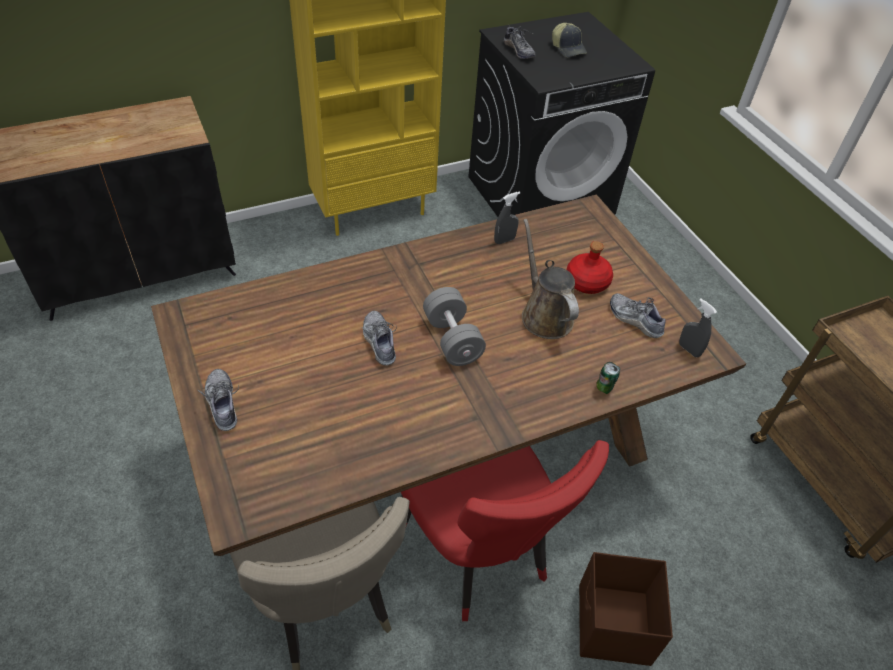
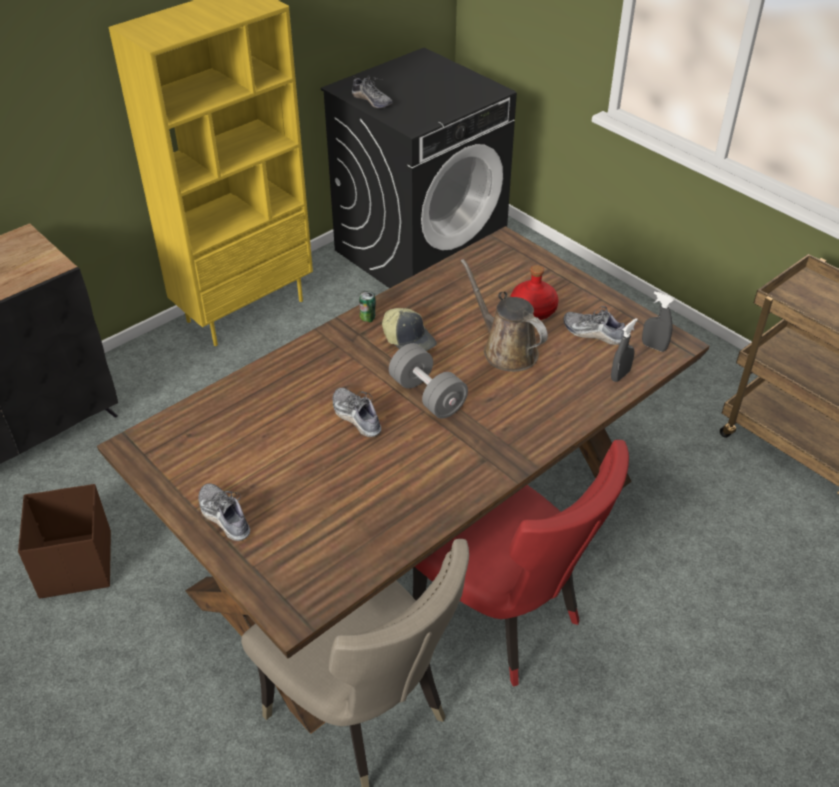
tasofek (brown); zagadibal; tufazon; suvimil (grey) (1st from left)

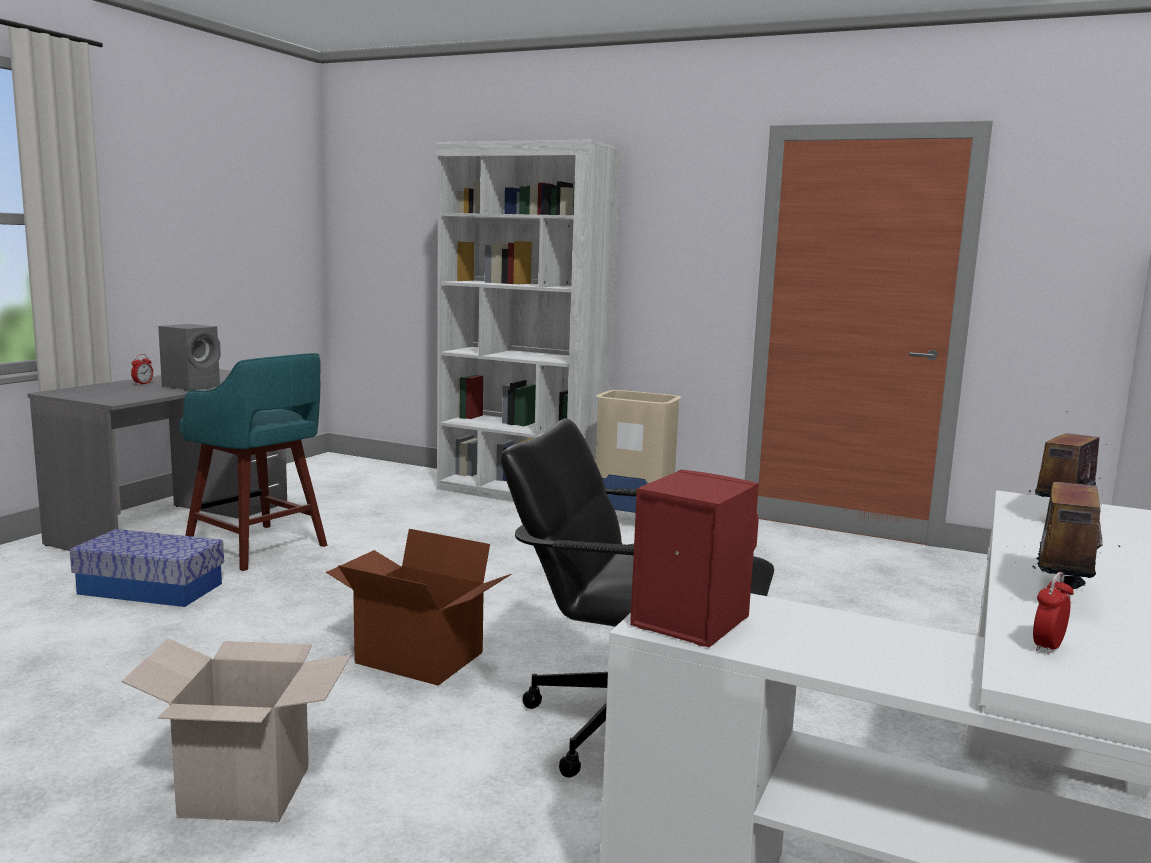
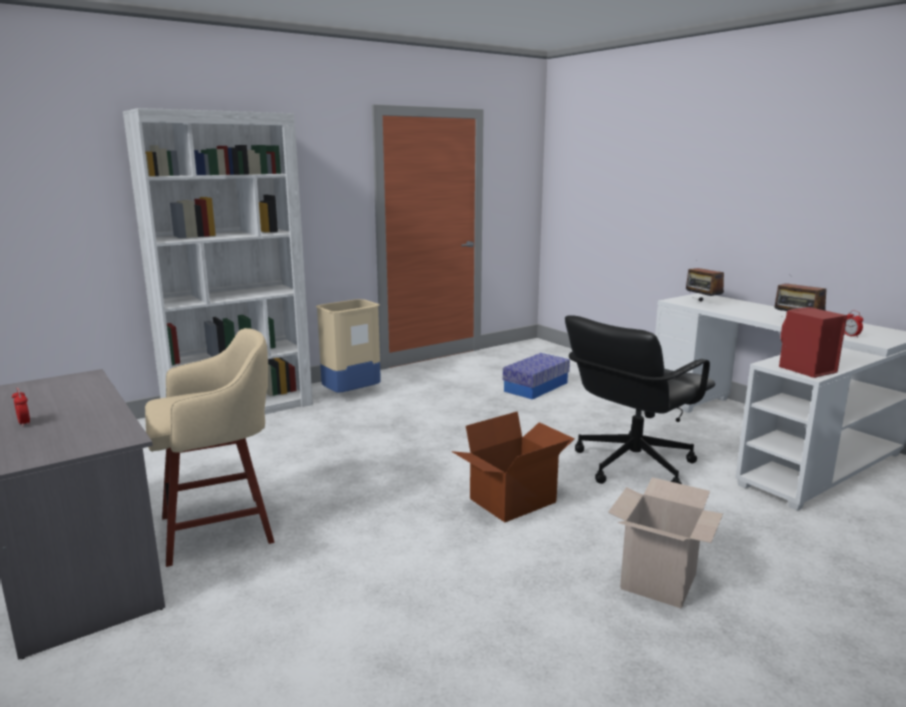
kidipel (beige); tasofek; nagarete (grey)

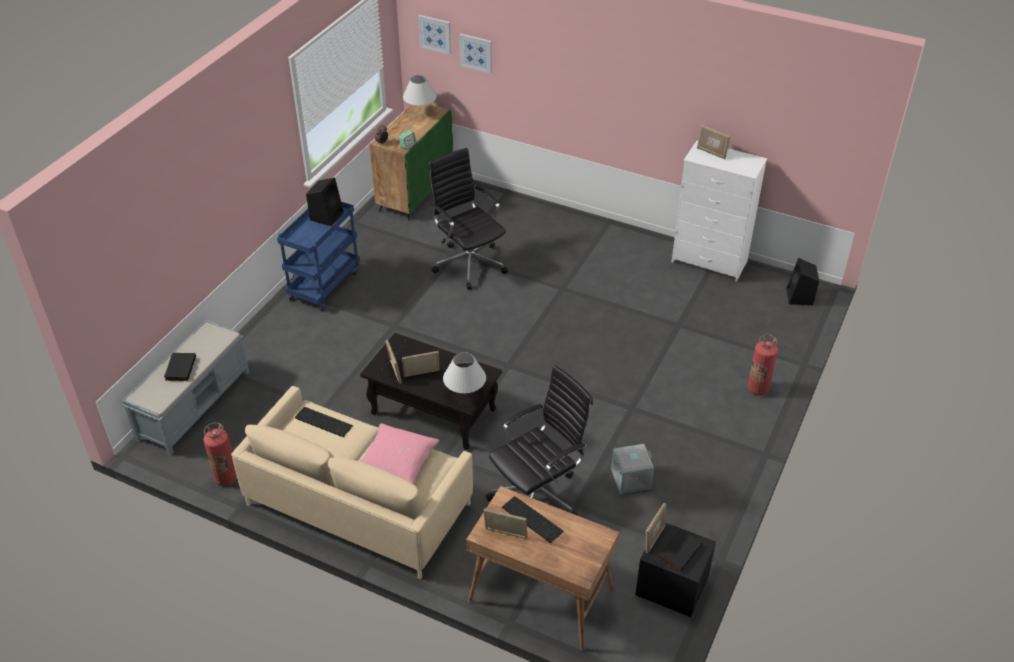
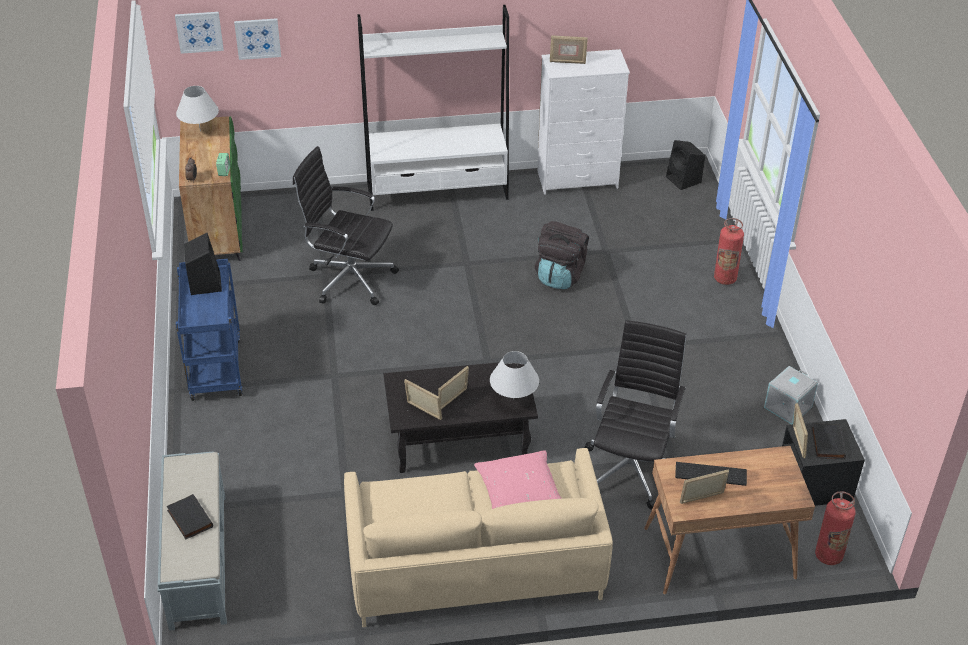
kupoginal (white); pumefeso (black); tasofek (grey); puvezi (2nd from left); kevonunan (1st from left in the first image)

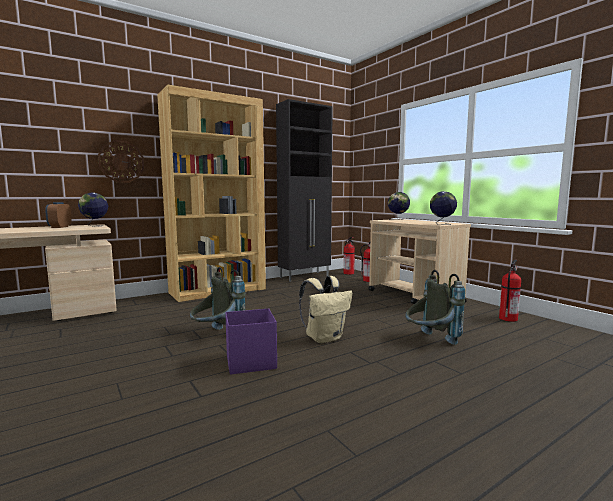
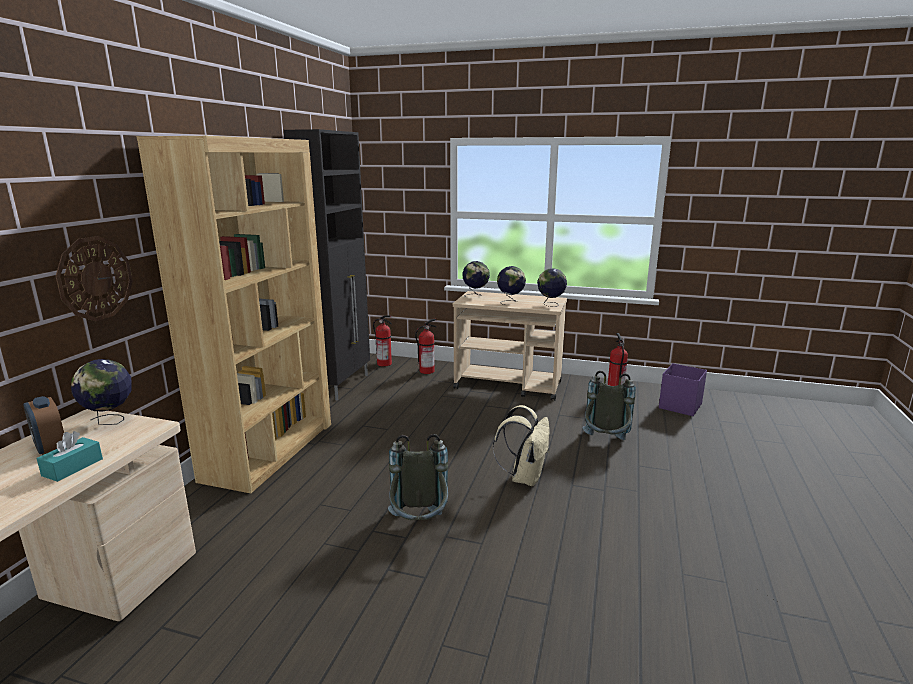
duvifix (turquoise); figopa (3rd from left); tasofek (purple)

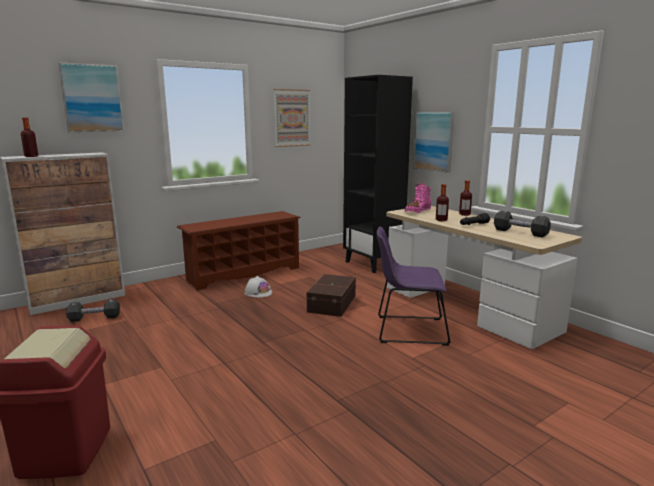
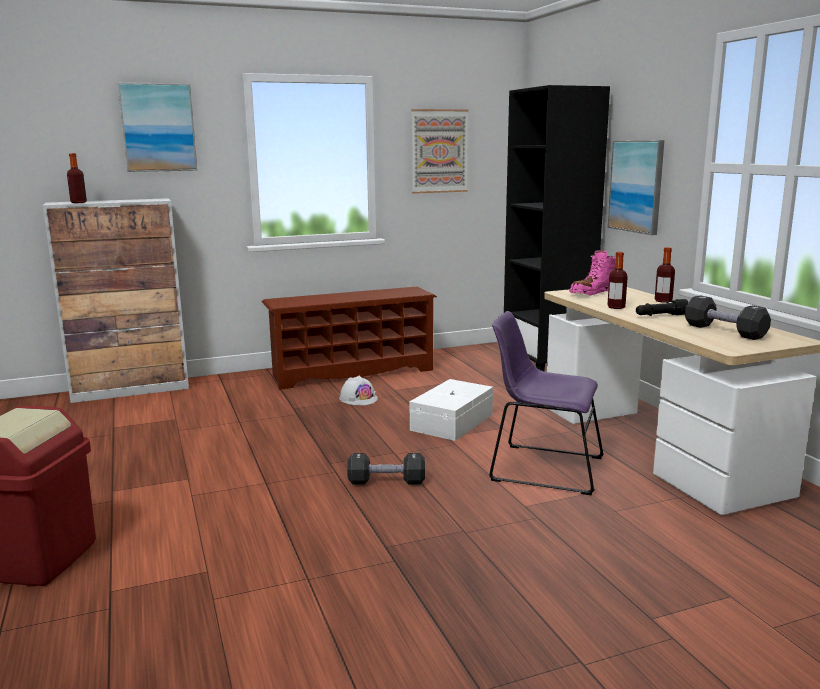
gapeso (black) (1st from left); tasofek (white)

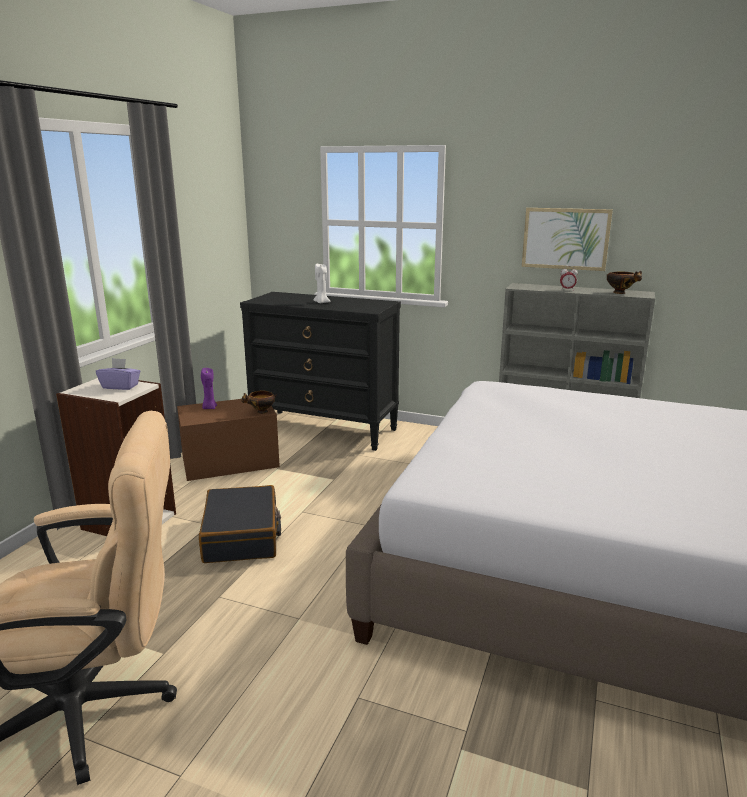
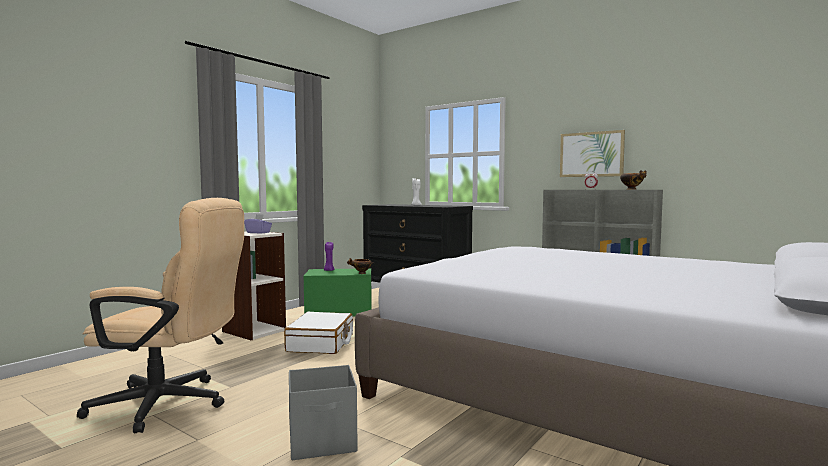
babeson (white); tasofek (grey); tasofek (green)

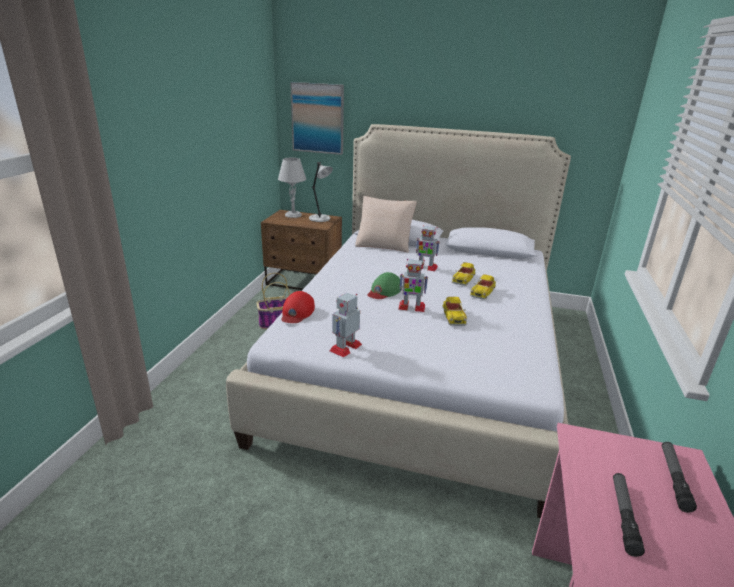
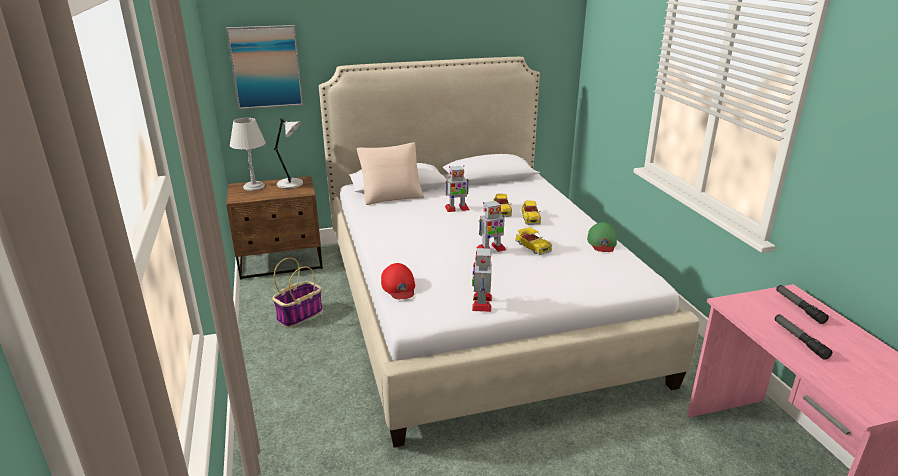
tufazon (green)

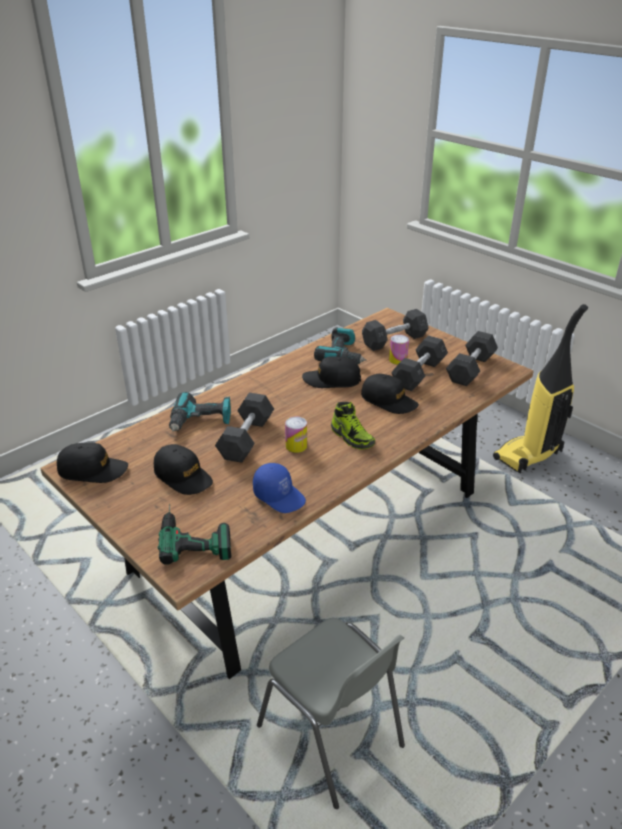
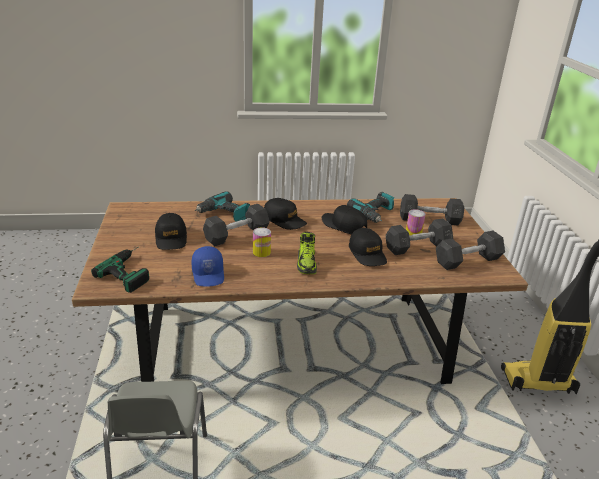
tufazon (black) (2nd from left)

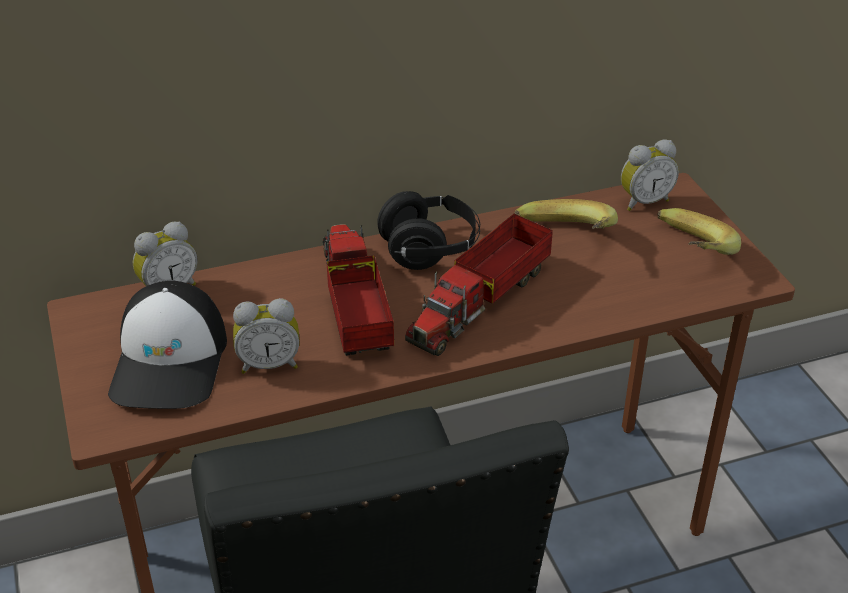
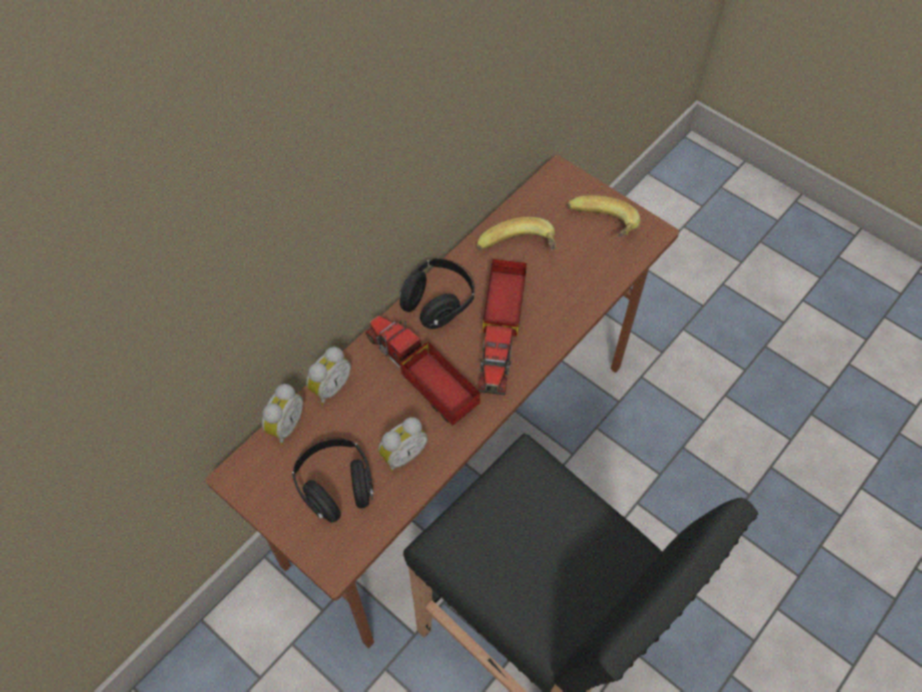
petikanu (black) (1st from left); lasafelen (2nd from left)

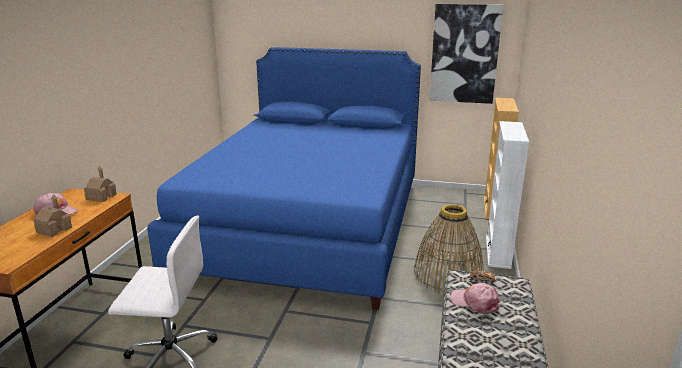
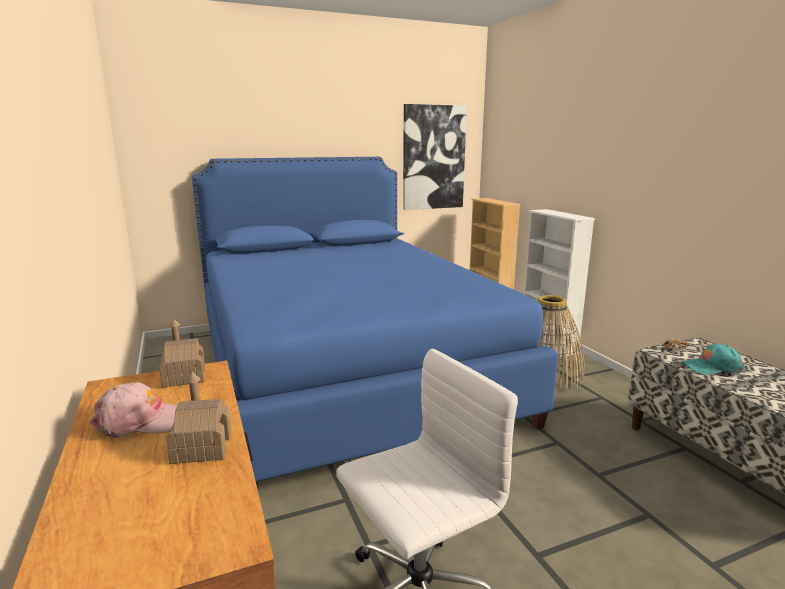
tufazon (turquoise)

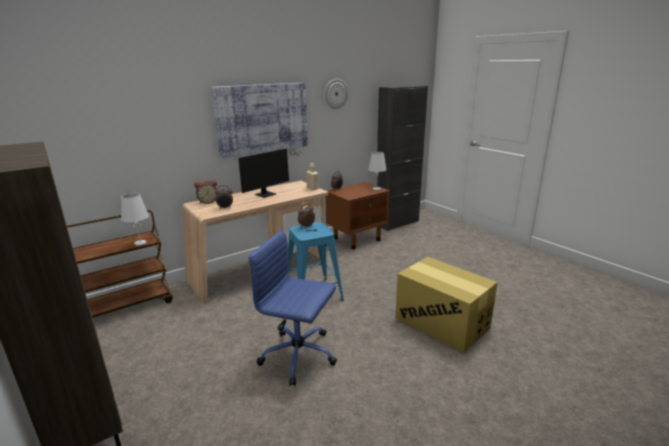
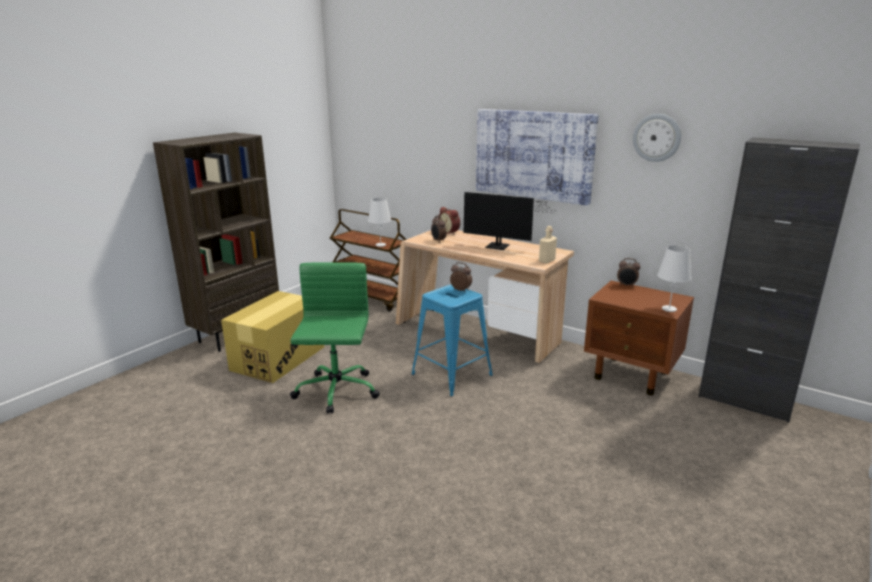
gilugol; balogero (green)

